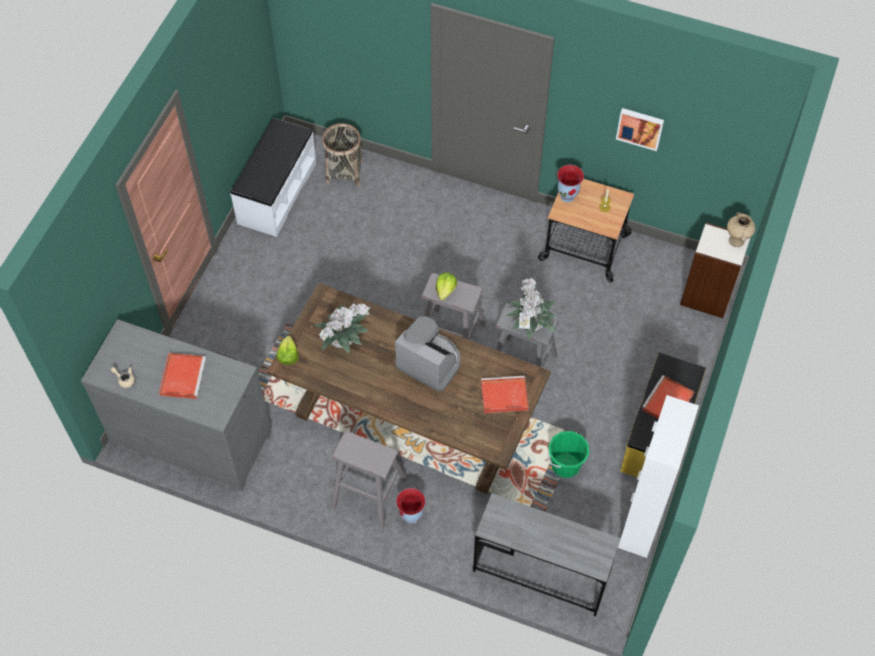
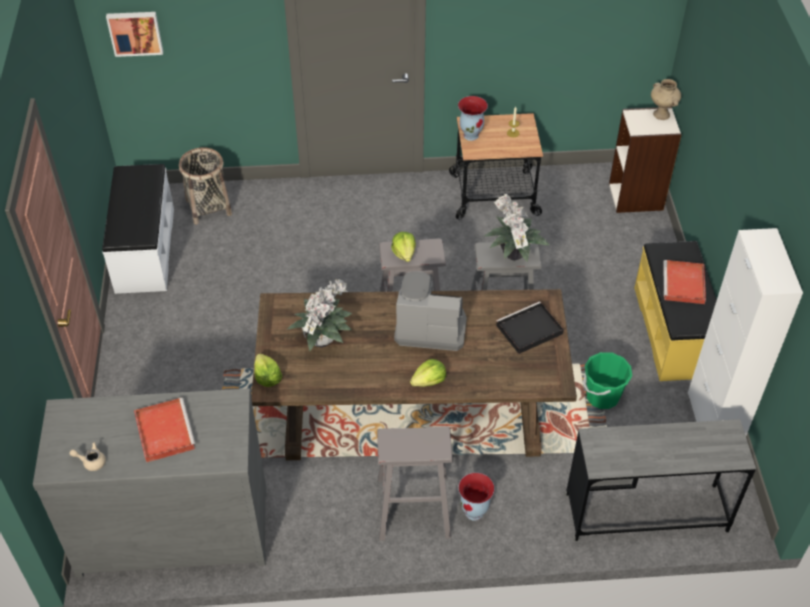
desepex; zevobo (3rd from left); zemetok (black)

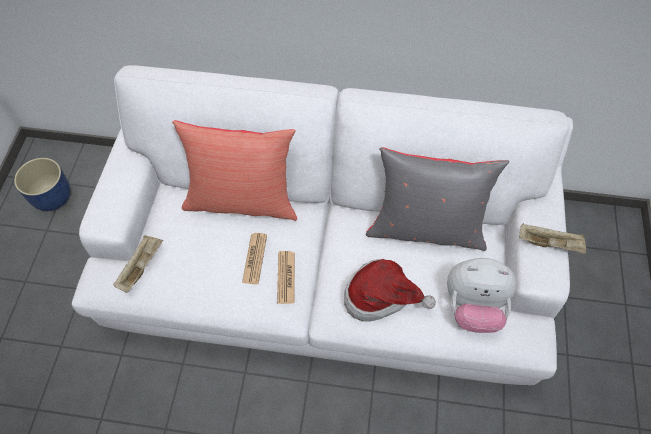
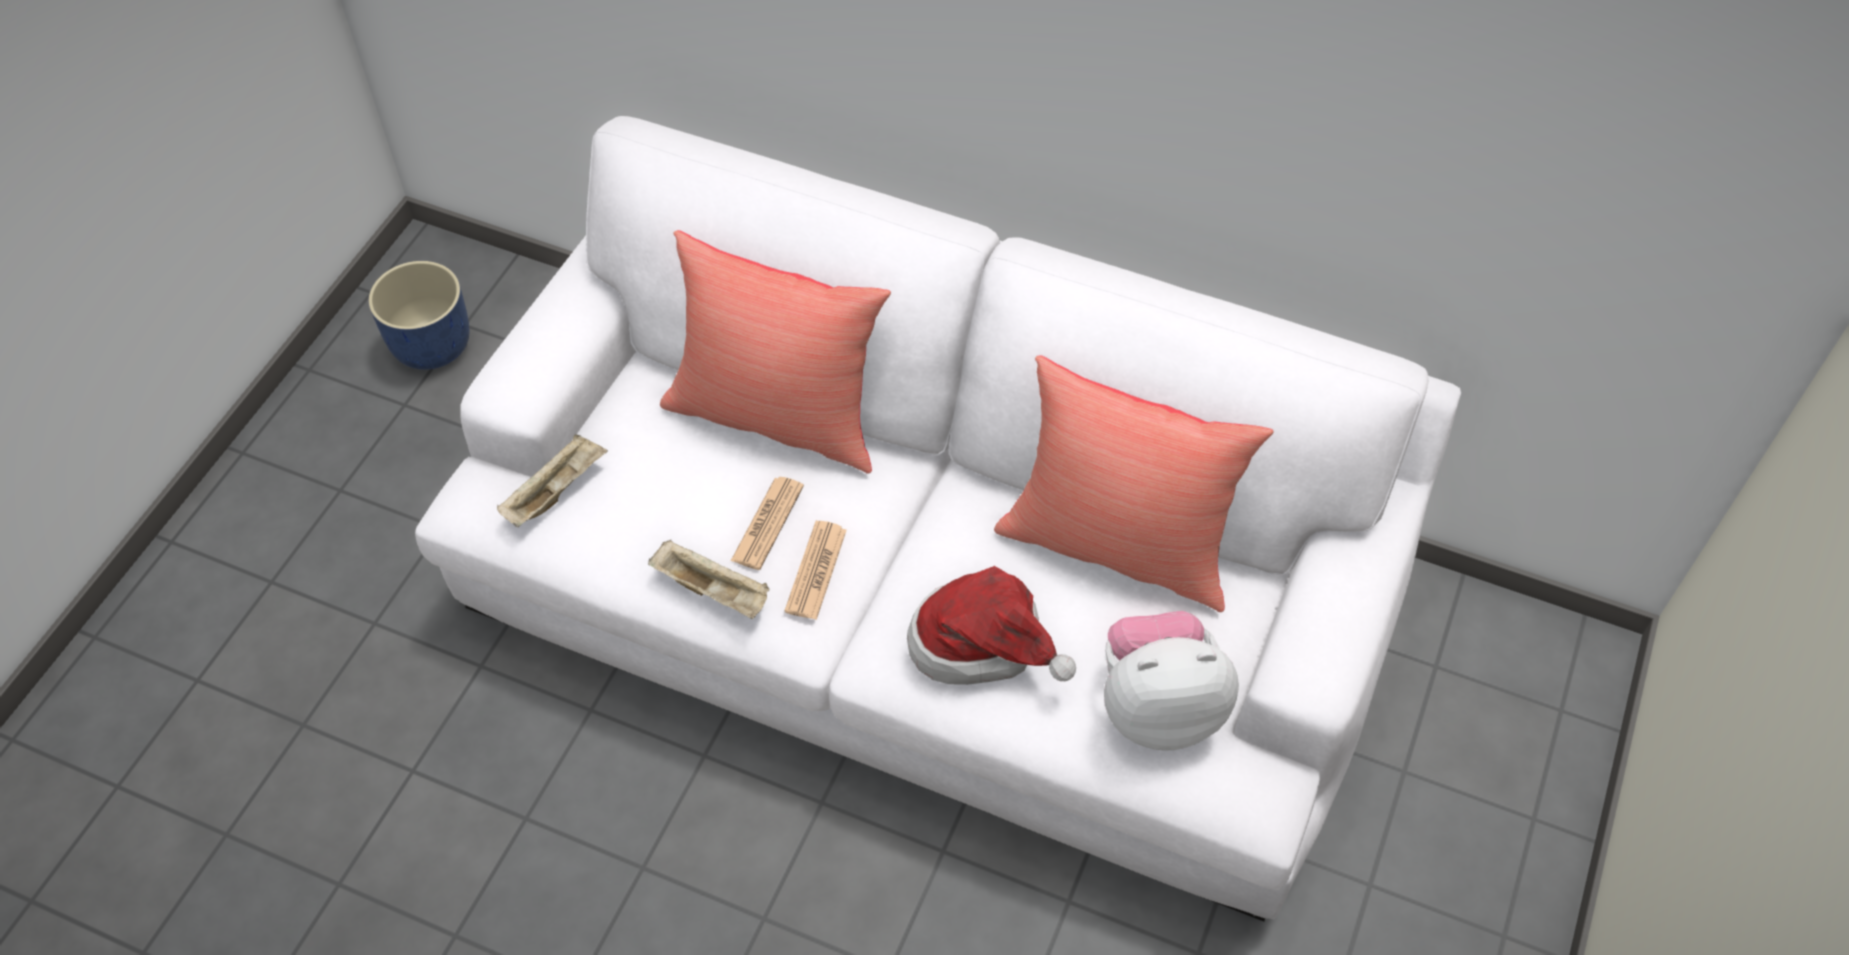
zemetok (beige) (2nd from left); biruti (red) (2nd from left); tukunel

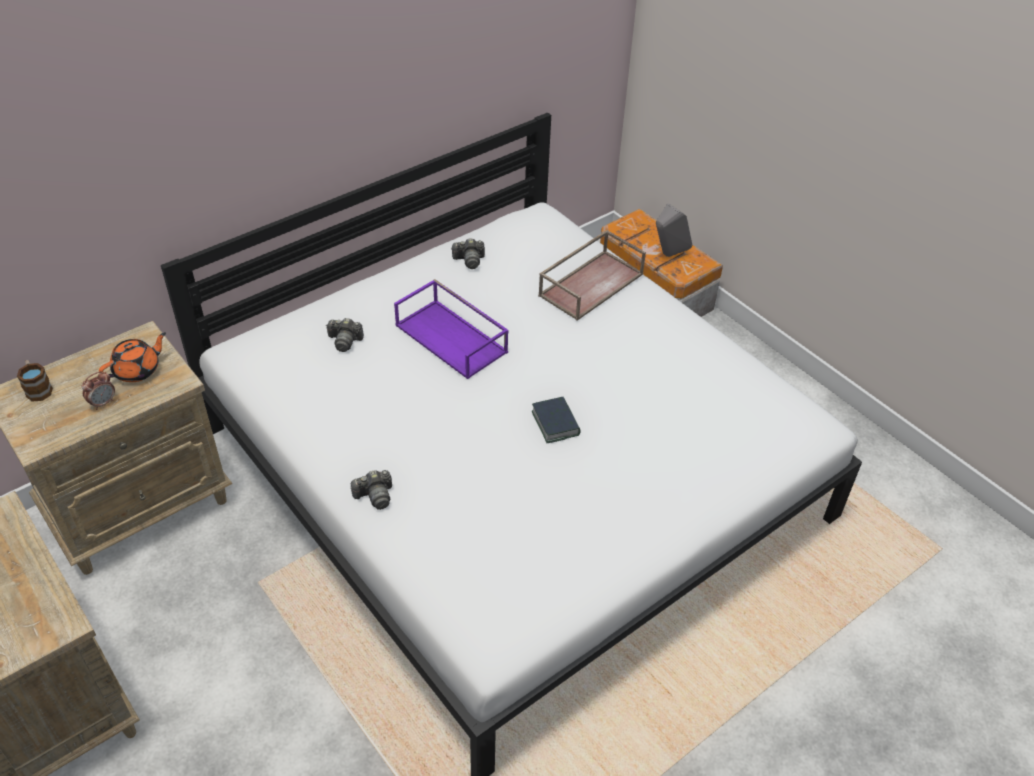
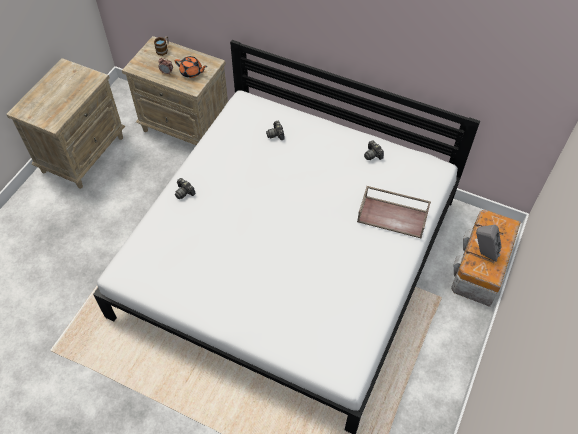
zemetok (purple); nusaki

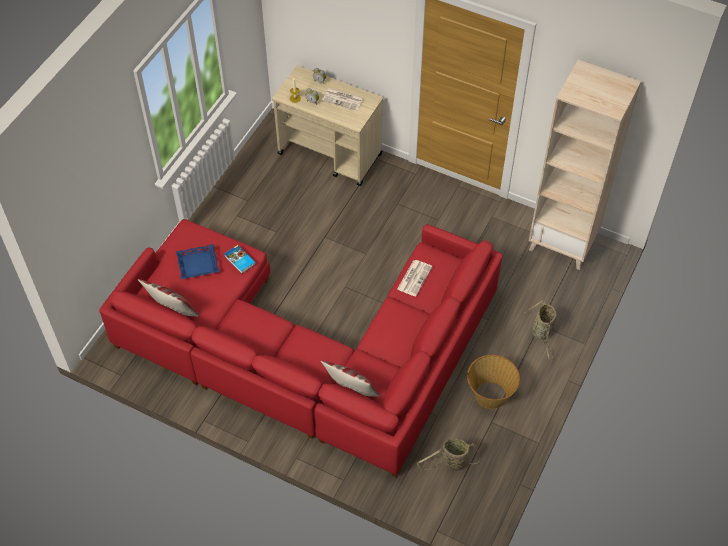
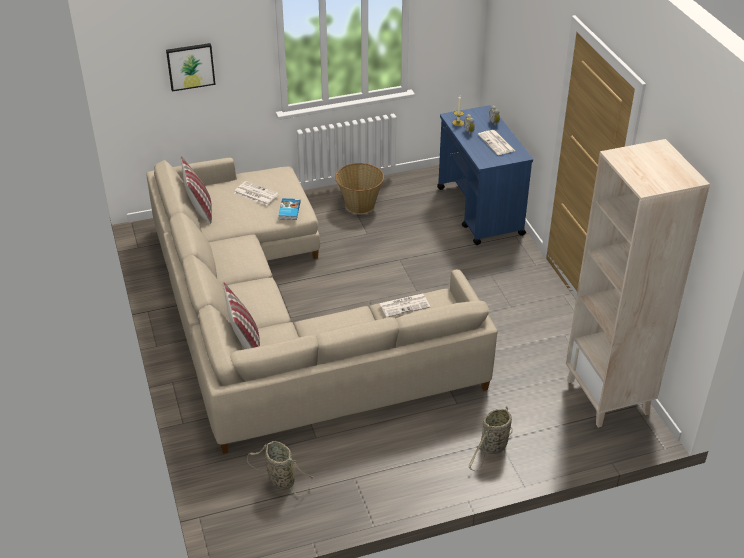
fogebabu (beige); desepex; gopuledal (1st from left); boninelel (2nd from left); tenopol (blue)

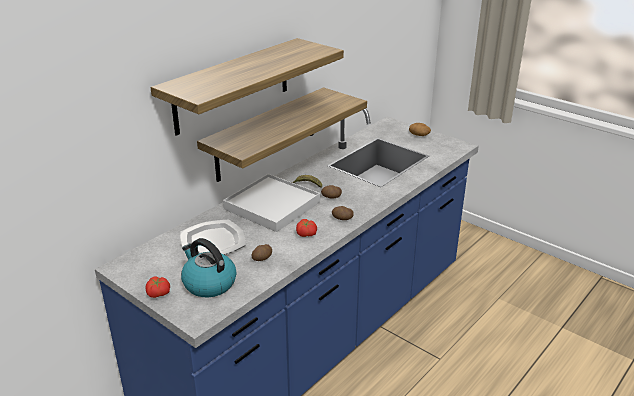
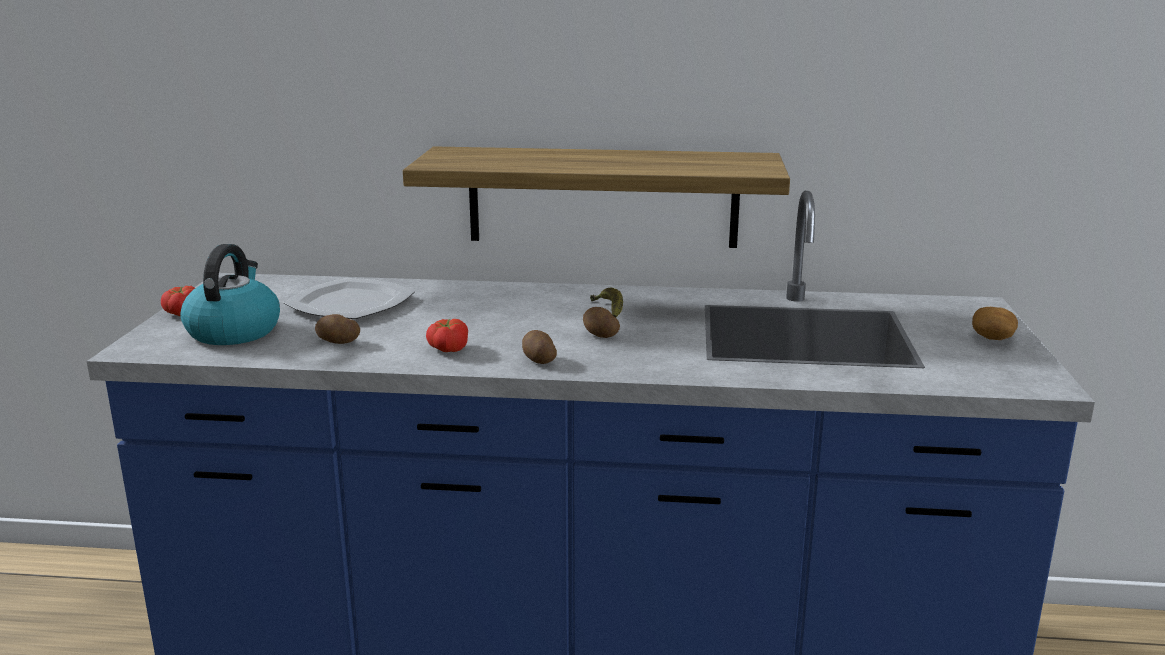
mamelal (1st from left in the first image); zemetok (white)

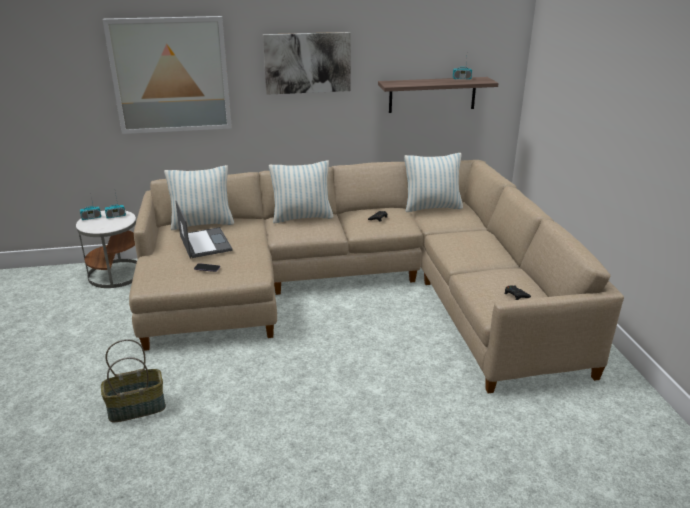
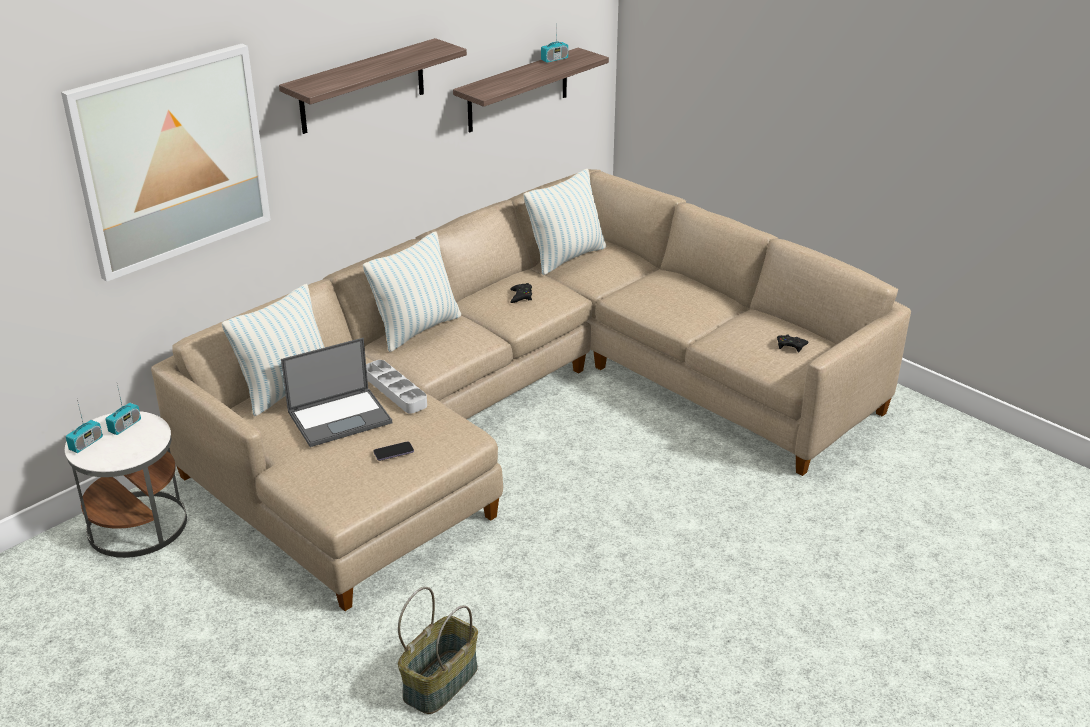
mamelal (1st from left); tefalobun; zemetok (grey)

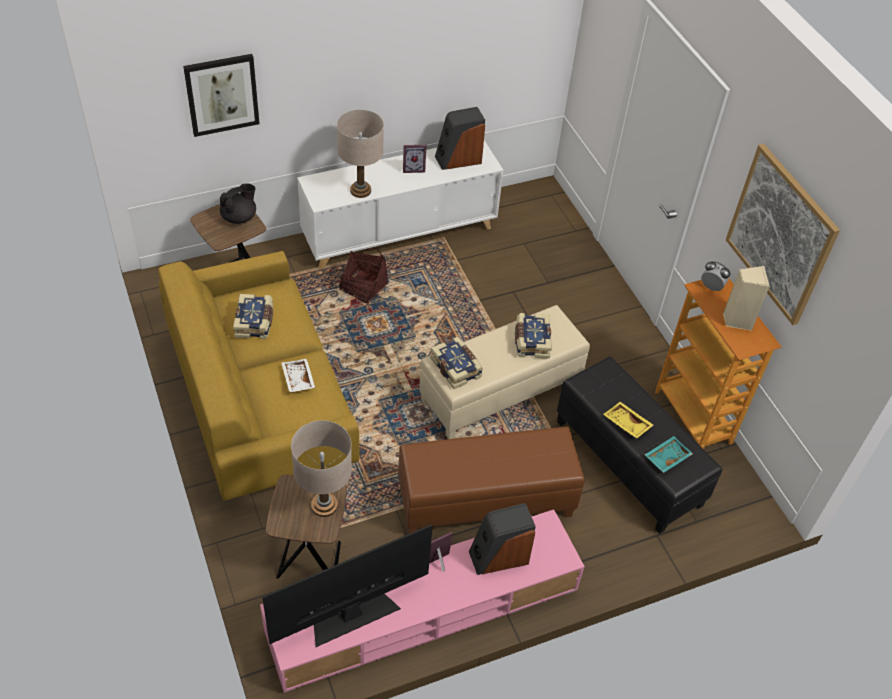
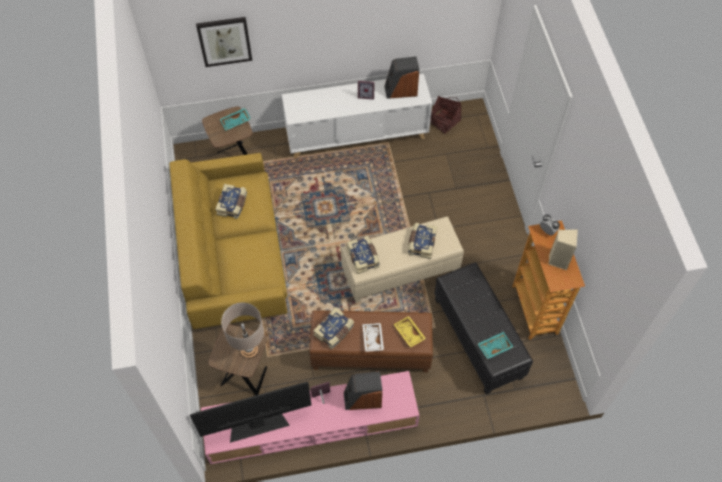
zemetok (turquoise) (1st from left); nusaki (2nd from left); zemetok (white); zemetok (yellow); boninelel; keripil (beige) (2nd from left in the first image); desepex (2nd from left in the first image)

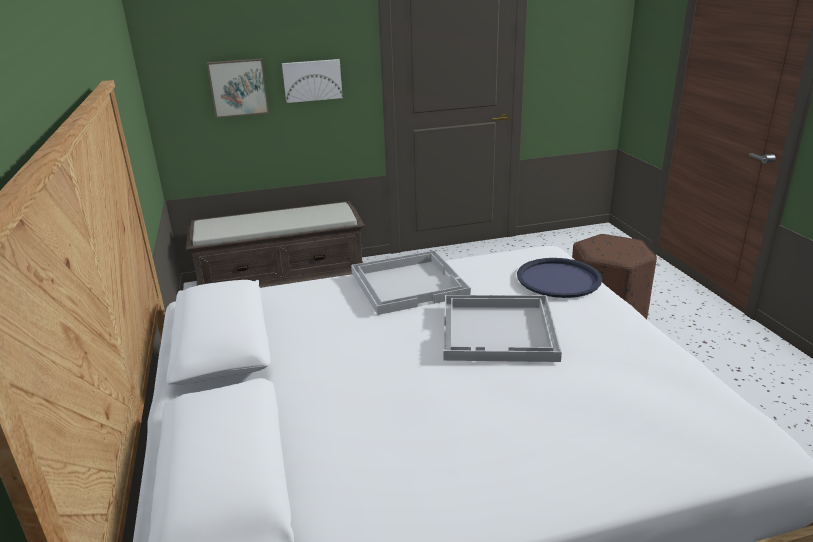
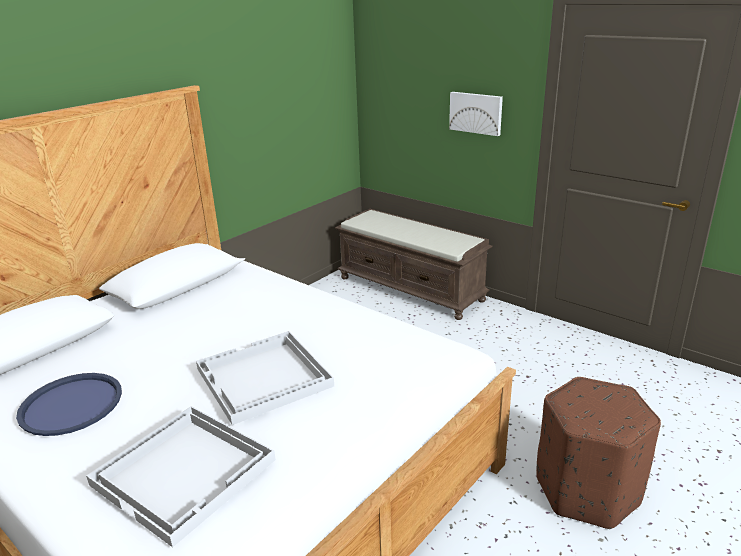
zemetok (blue); zemetok (white) (1st from left); desepex (1st from left in the first image)

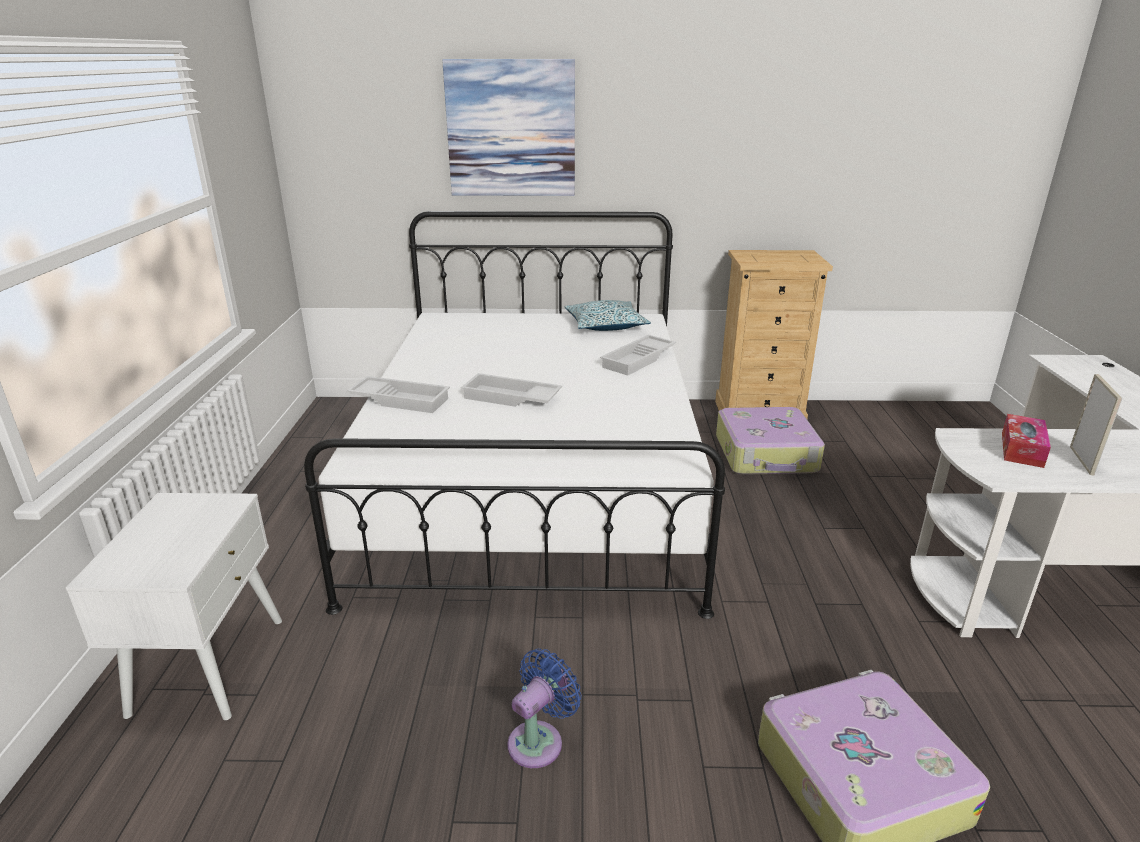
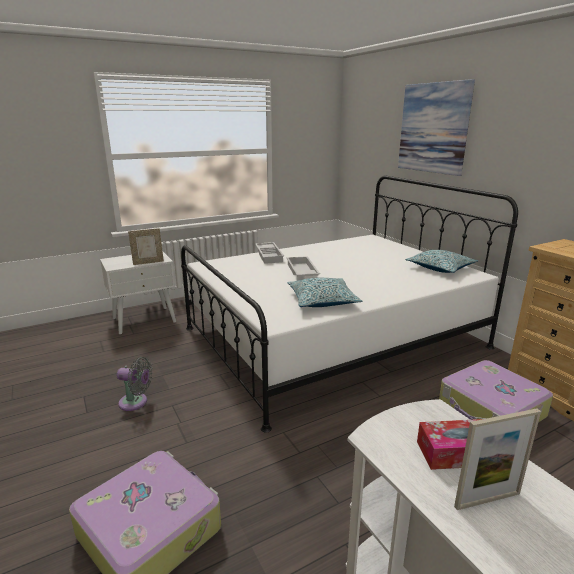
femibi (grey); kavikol (1st from left); biruti (1st from left); zemetok (white) (3rd from left in the first image)

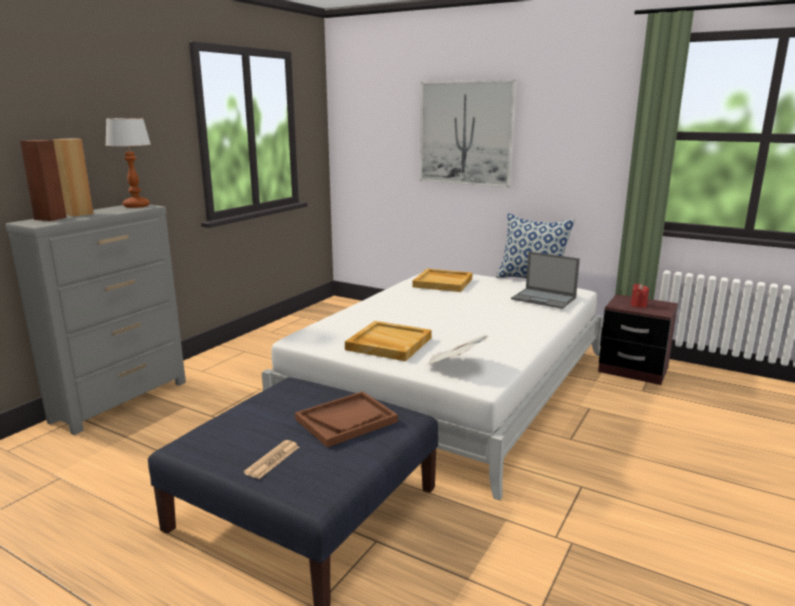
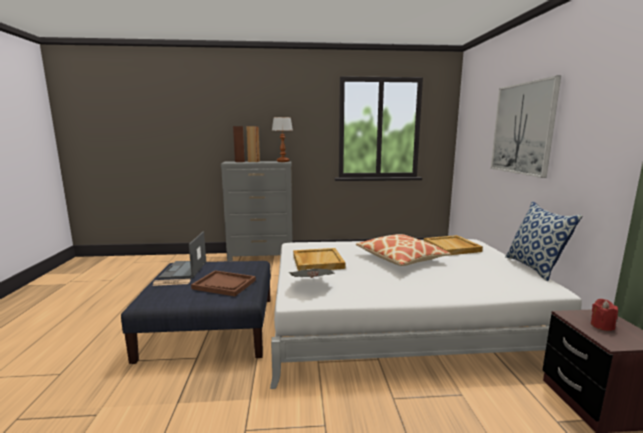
tefalobun; biruti (1st from left)

